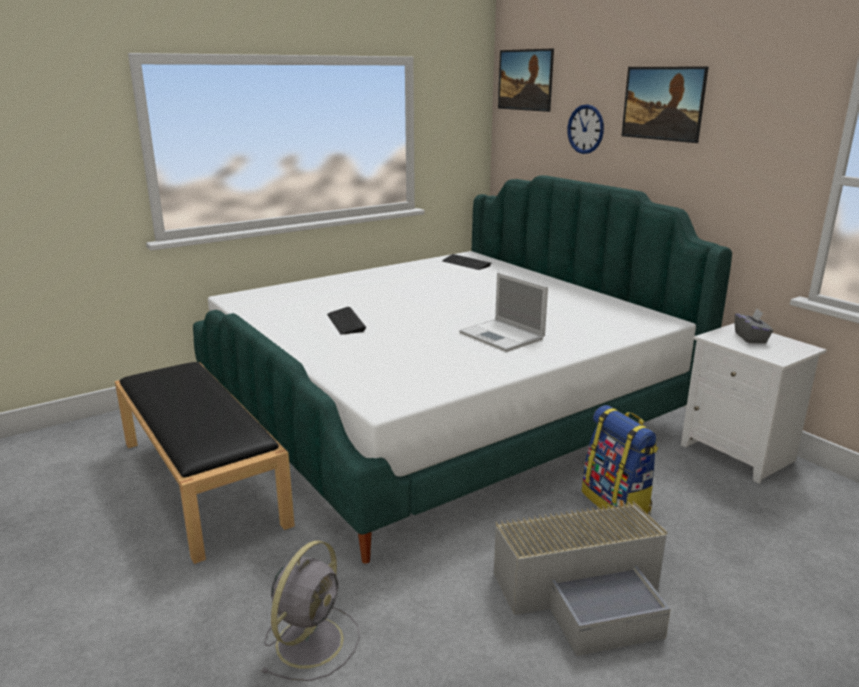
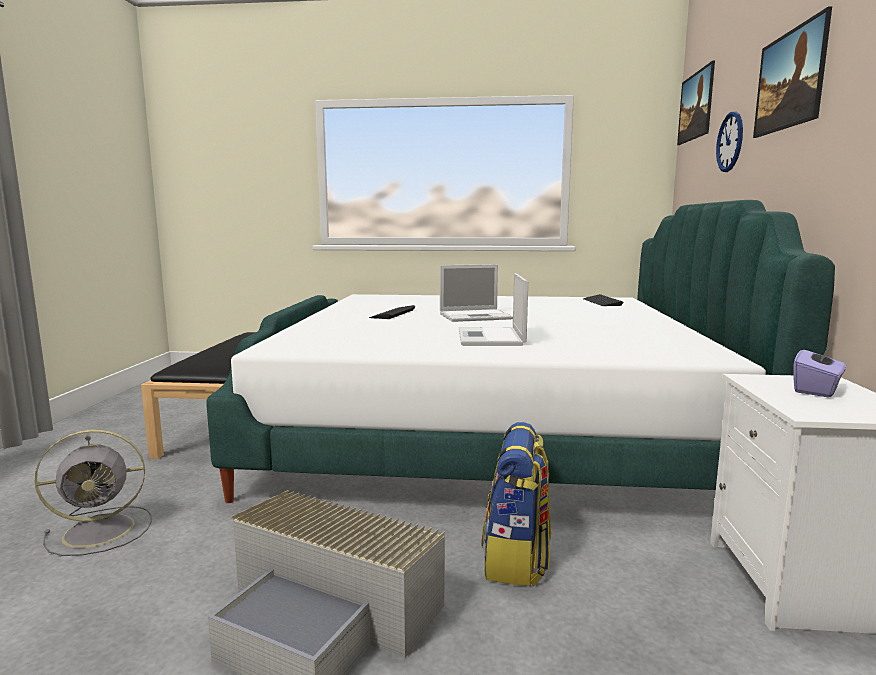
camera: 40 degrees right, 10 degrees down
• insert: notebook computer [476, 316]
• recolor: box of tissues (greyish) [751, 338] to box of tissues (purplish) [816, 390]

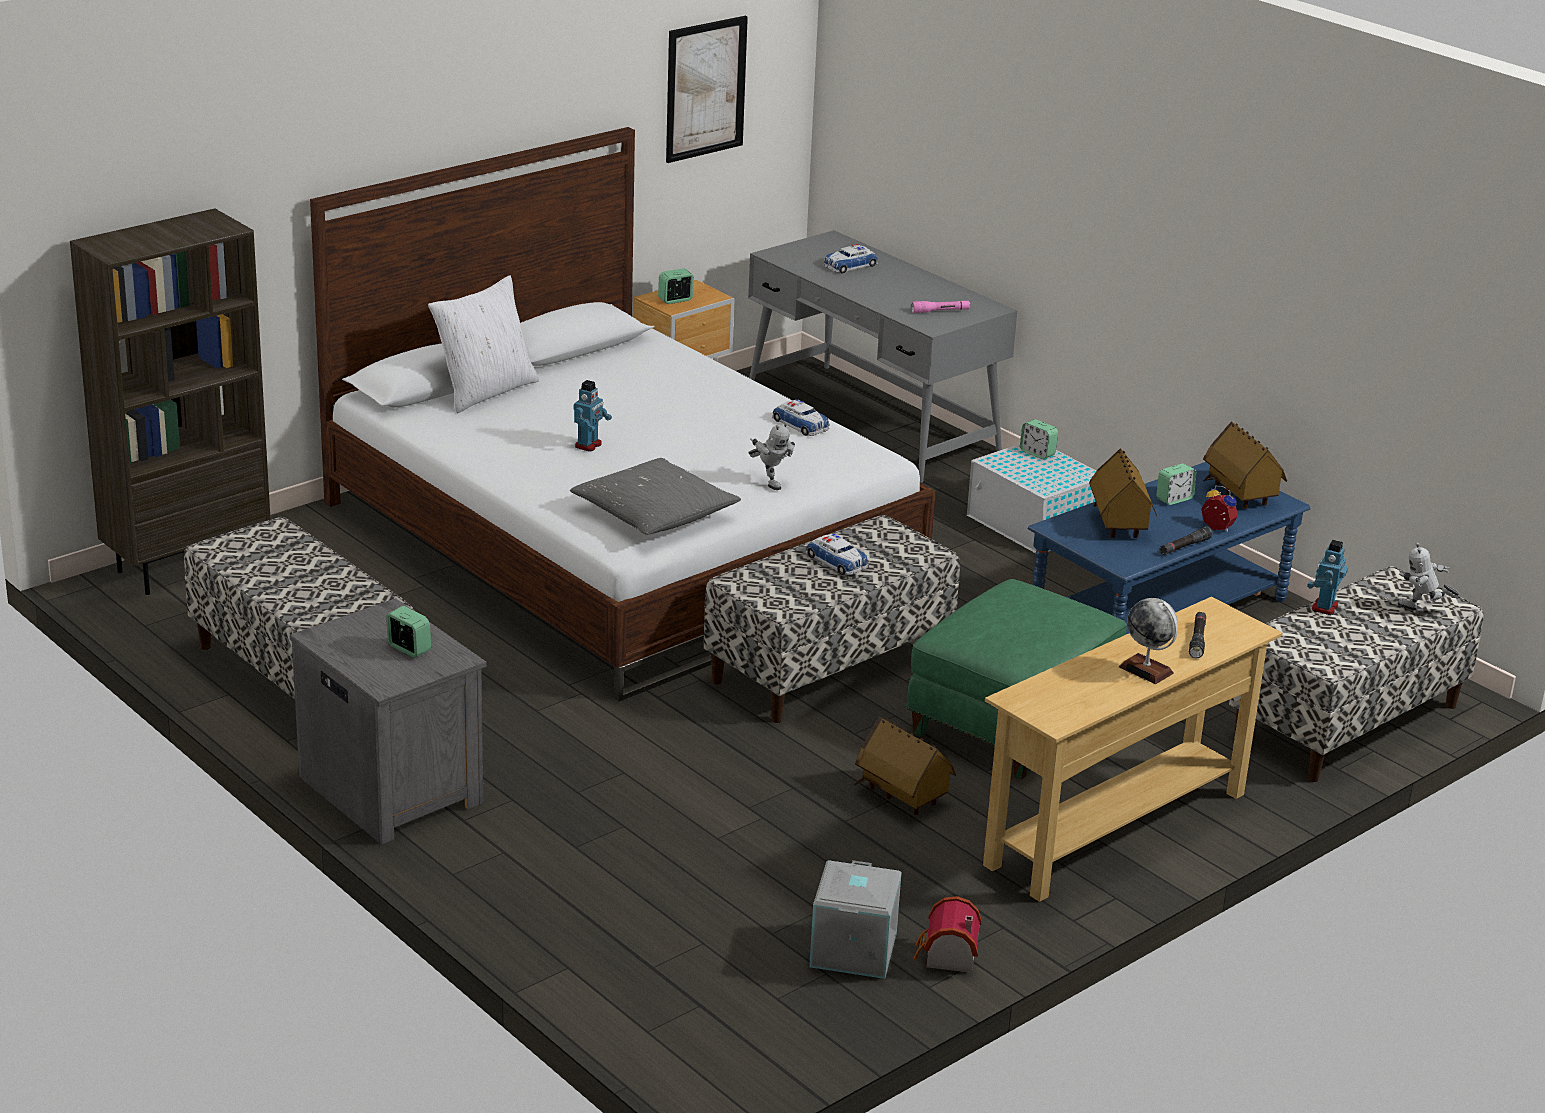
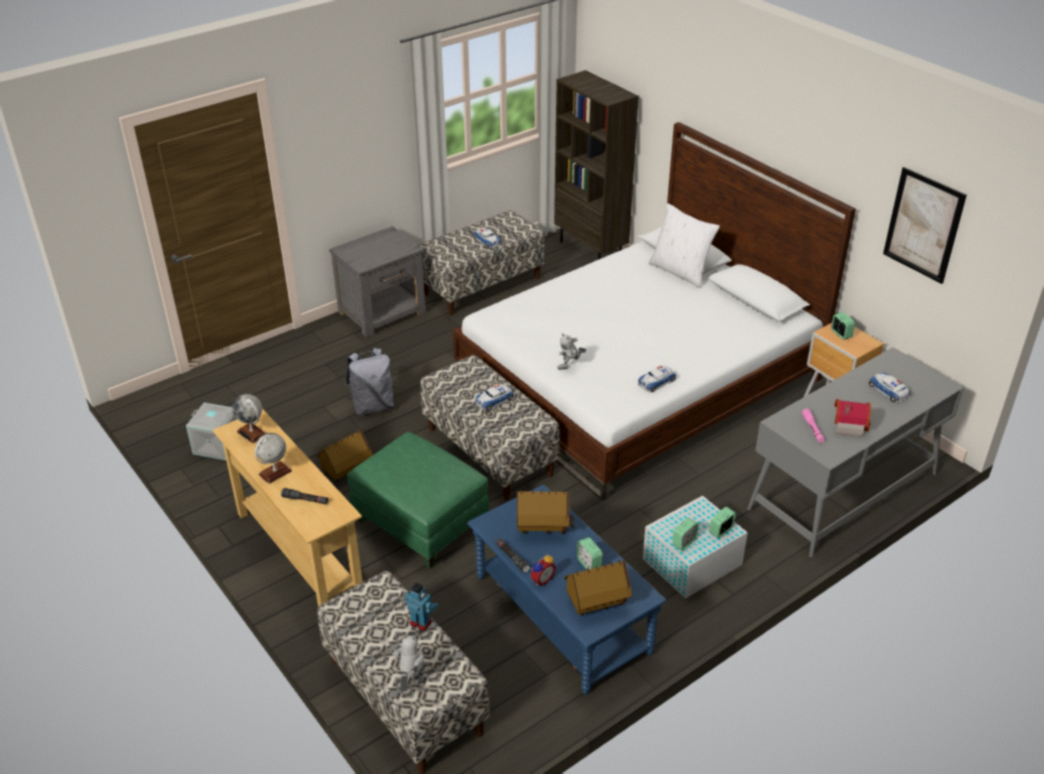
camera: 95 degrees right, 10 degrees up
• insert: desk globe [252, 433]
• insert: rucksack (greyish) [372, 406]
• insert: miniature car [487, 241]
• move: alarm clock [409, 649] to [684, 542]
• move: miniature house [946, 956] to [847, 425]
• delete: cushion (greyish) [654, 514]
• delete: toy robot [589, 445]

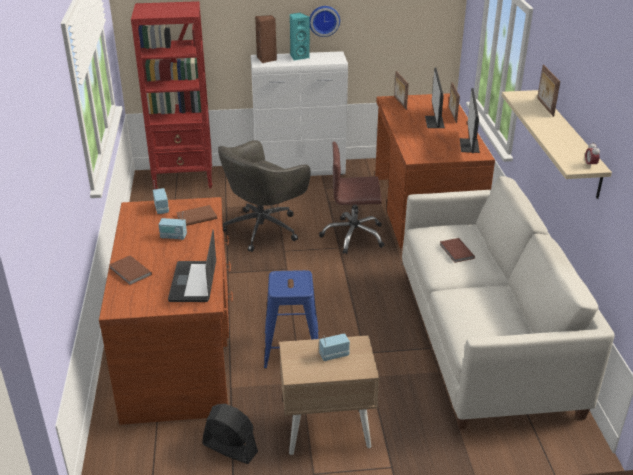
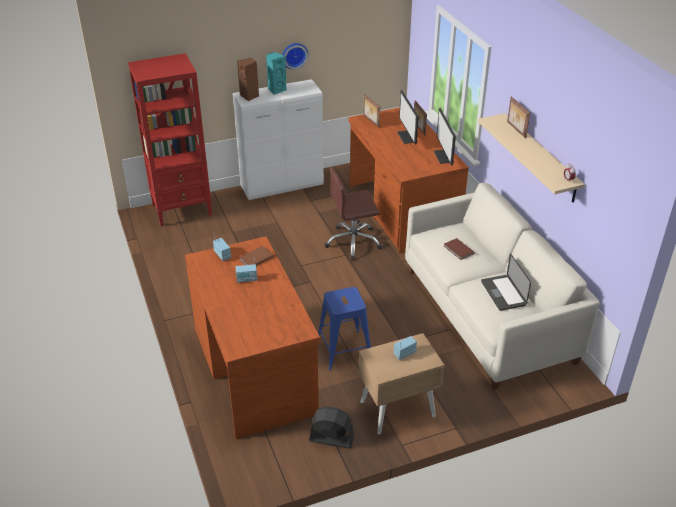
camera: 15 degrees left, 5 degrees up
• move: notebook computer [193, 282] to [503, 293]
• delete: bound book (brown) [130, 272]
• delete: desk chair (greyish) [263, 228]

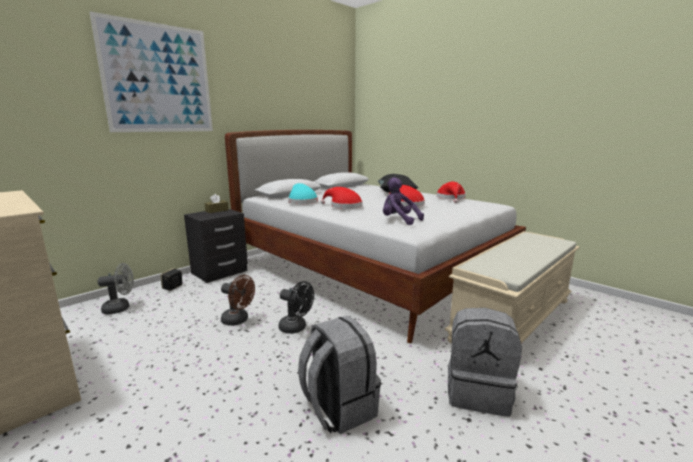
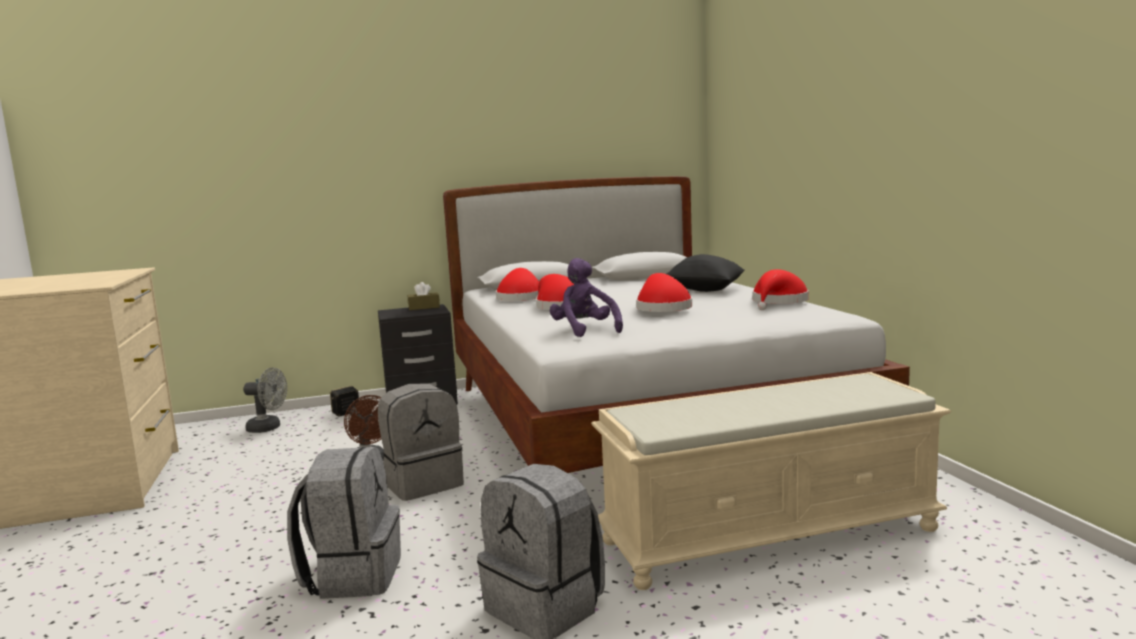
camera: 30 degrees right, 5 degrees down
• replace: cooling fan (black) [296, 328] to rucksack (greyish) [423, 483]
• recolor: wearable hat (turquoise) [301, 202] to wearable hat (red) [520, 298]
• delete: wall art [158, 79]

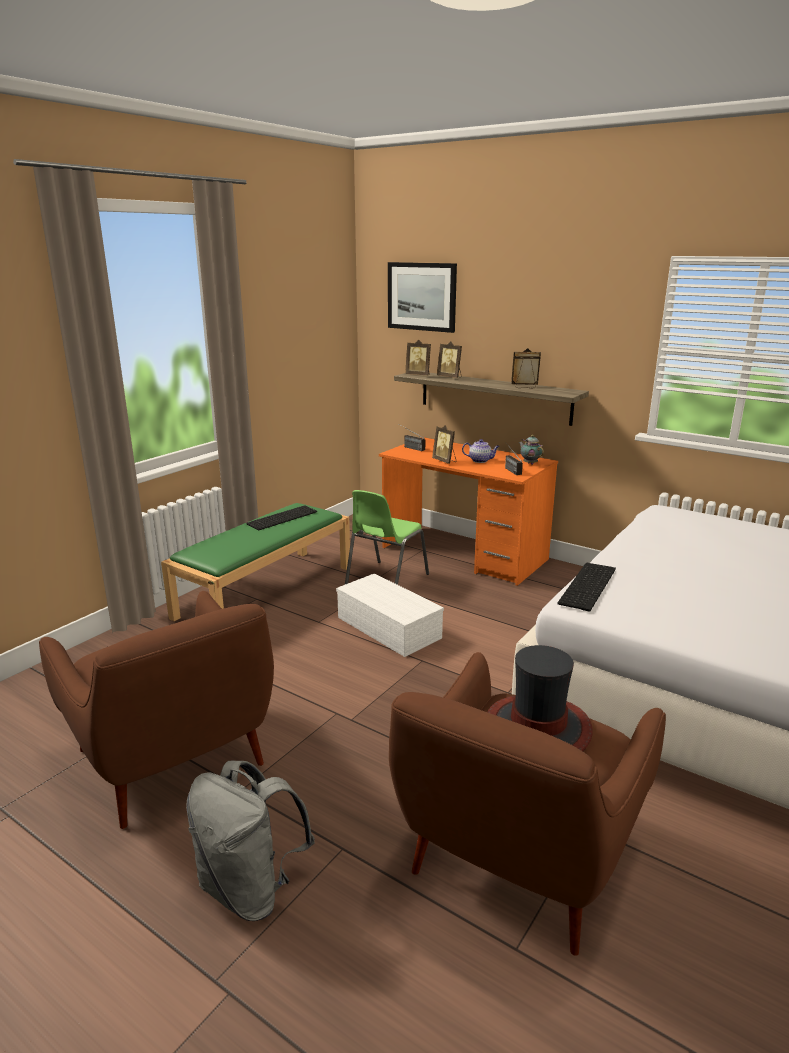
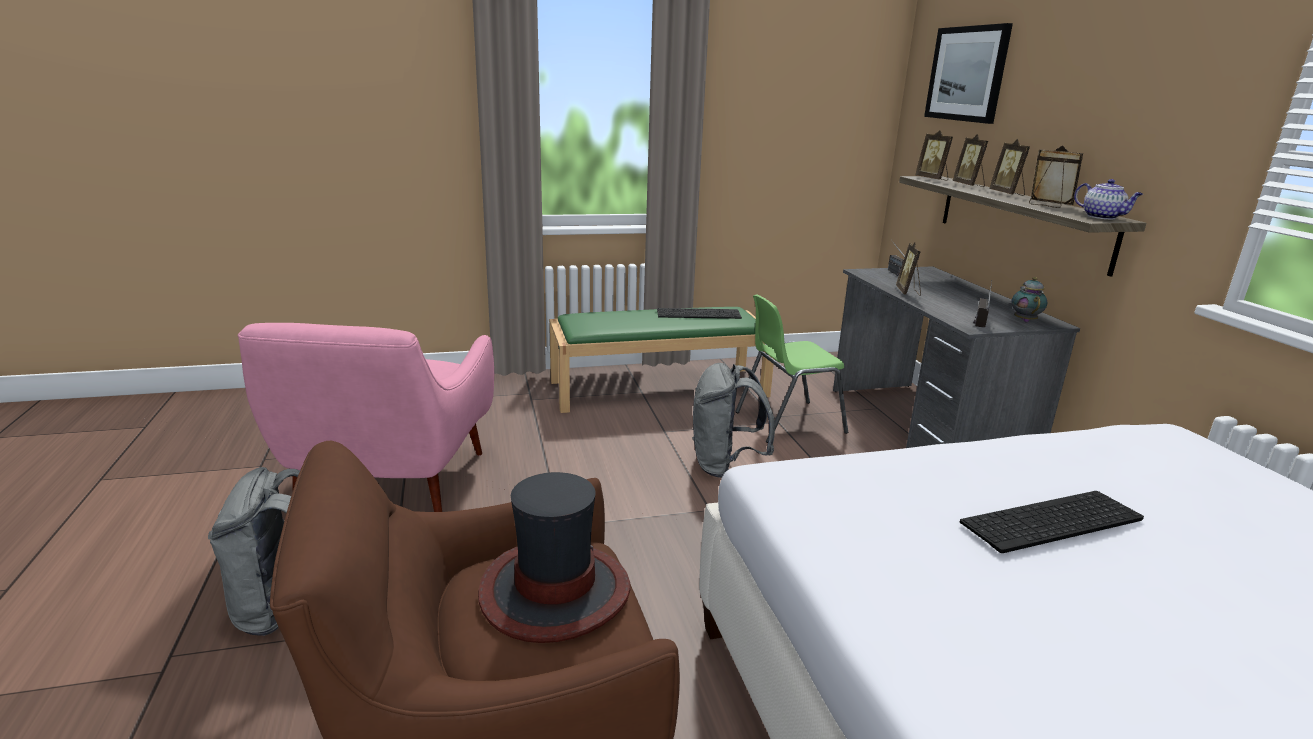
camera: 40 degrees right, 0 degrees up
• recolor: easy chair (brown) [174, 763] to easy chair (pink-coloured) [390, 486]
• replace: storage box (white-coloured) [390, 627] to rucksack (greyish) [725, 465]
• recolor: desk (orange) [464, 554] to desk (greyish) [924, 429]
• move: PC keyboard [589, 587] to [1053, 523]
• insert: picture frame [1007, 194]
• move: teapot [480, 460] to [1103, 217]

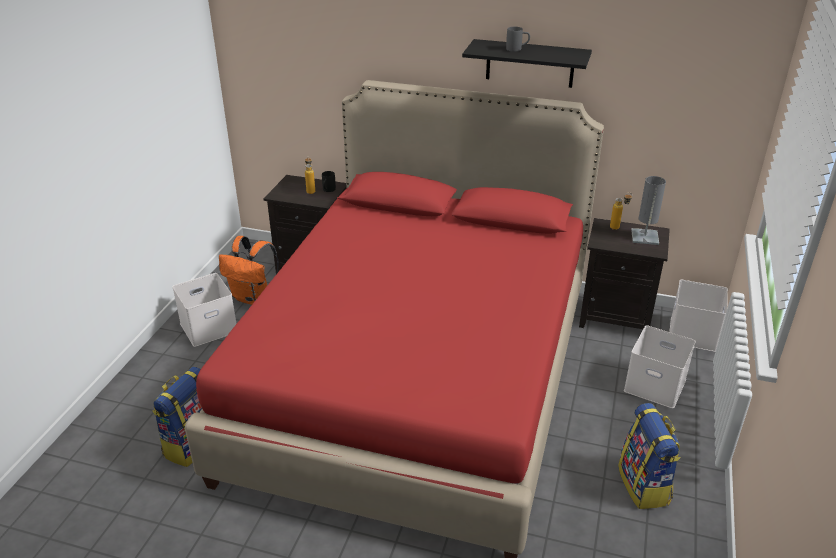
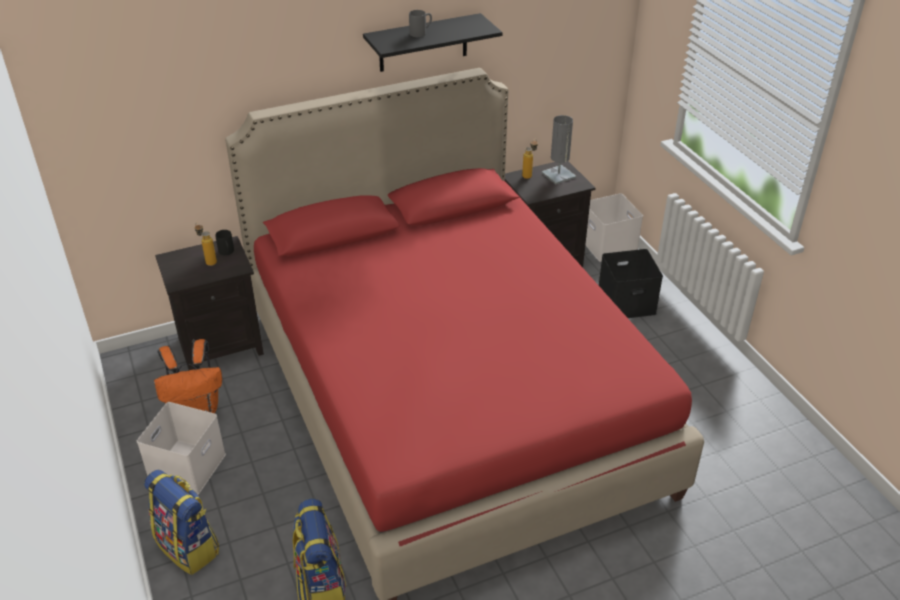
camera: 40 degrees left, 5 degrees up
• move: rucksack [644, 485] to [189, 547]
• recolor: storage box (white-coloured) [653, 385] to storage box (black) [625, 303]

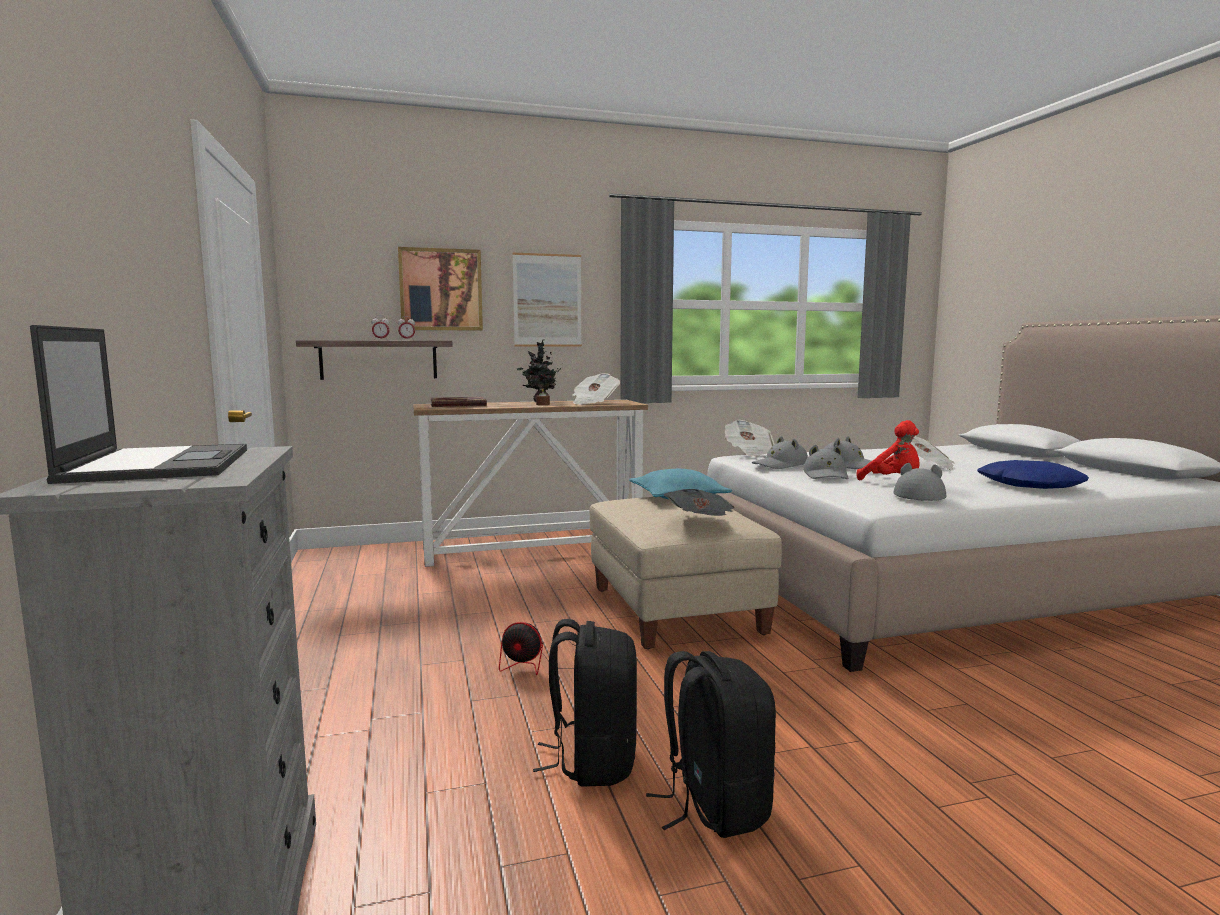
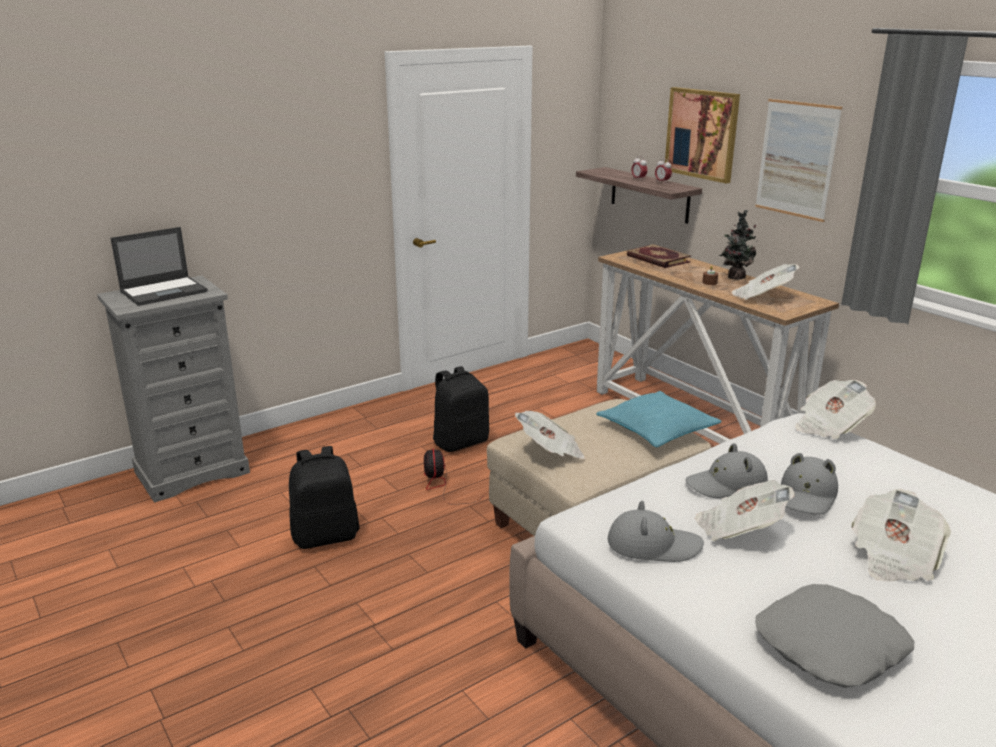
camera: 70 degrees right, 15 degrees up
• move: rucksack (black) [713, 805] to [460, 442]
• replace: soft toy (red) [893, 481] to printed paper [739, 529]
• recolor: cushion (bluish) [1029, 485] to cushion (greyish) [829, 645]
• delete: wearable hat (greyish) [780, 465]

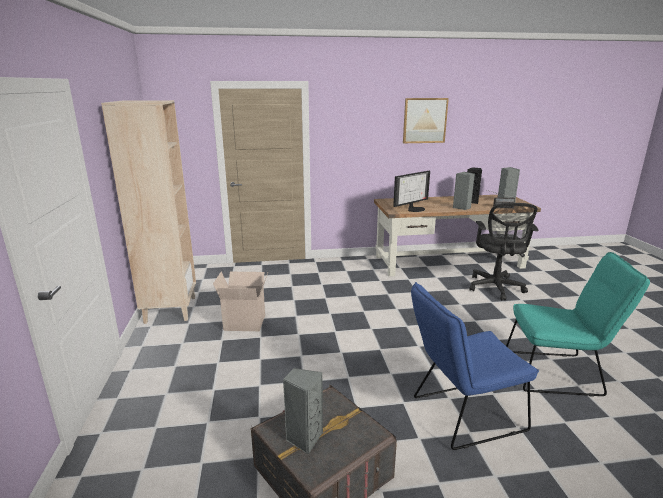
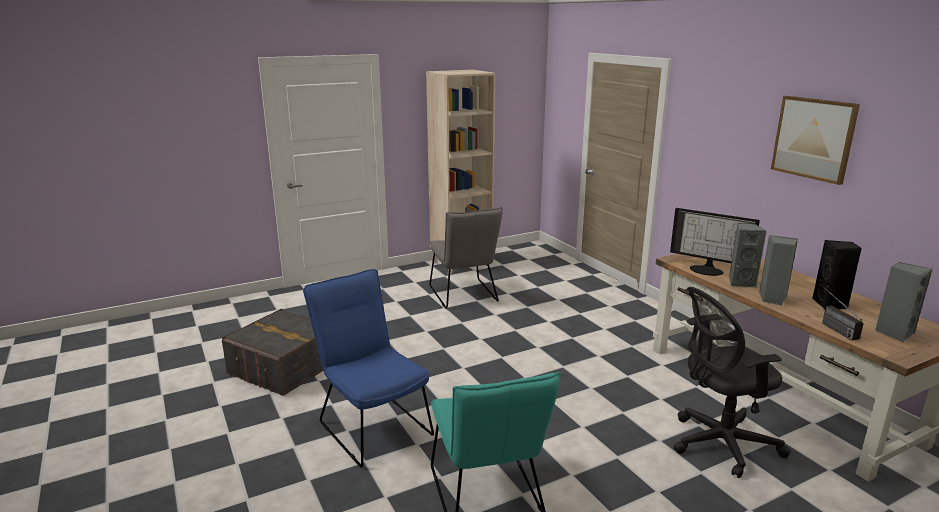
camera: 70 degrees right, 0 degrees up
• replace: cardboard box [245, 322] to plain chair (greyish) [464, 296]
• move: loudspeaker (greyish) [303, 438] to [740, 282]

